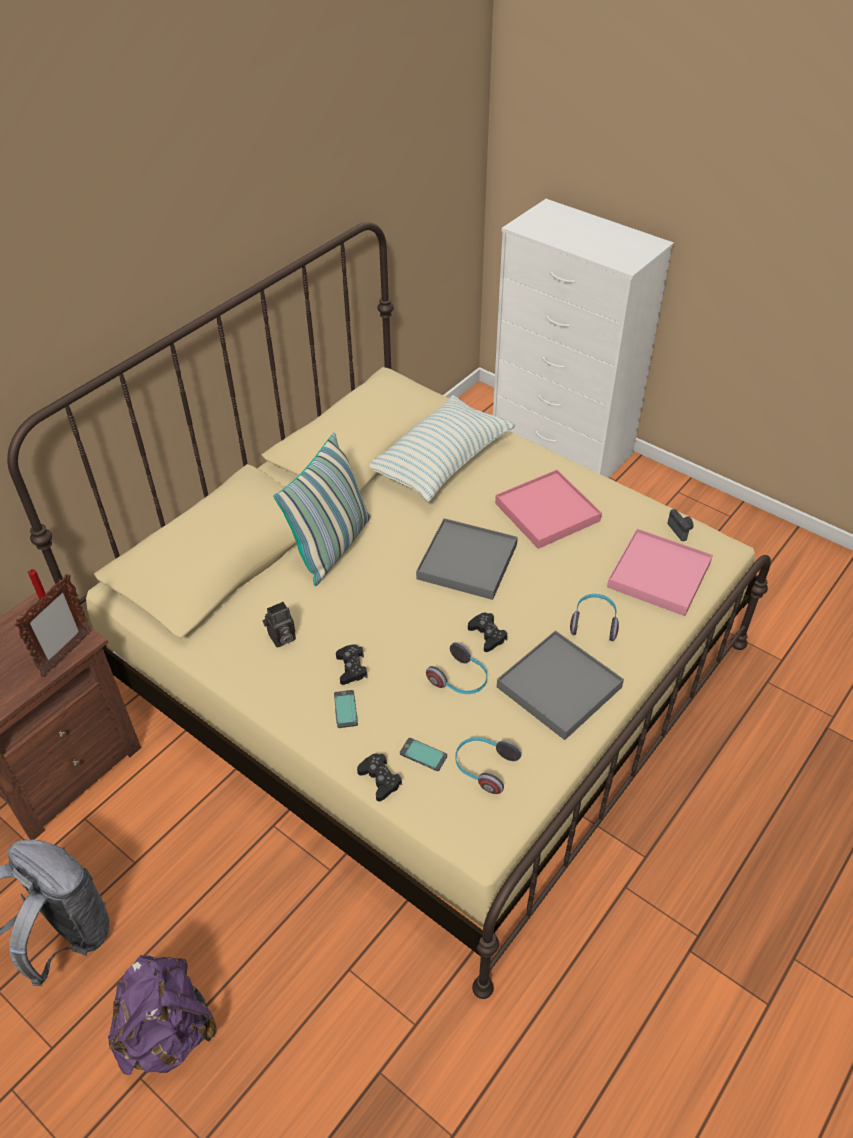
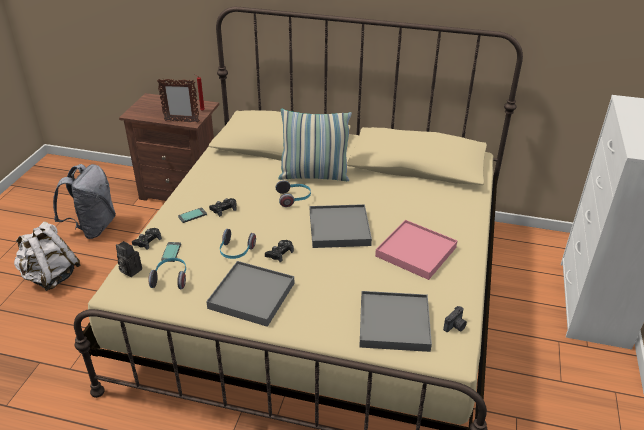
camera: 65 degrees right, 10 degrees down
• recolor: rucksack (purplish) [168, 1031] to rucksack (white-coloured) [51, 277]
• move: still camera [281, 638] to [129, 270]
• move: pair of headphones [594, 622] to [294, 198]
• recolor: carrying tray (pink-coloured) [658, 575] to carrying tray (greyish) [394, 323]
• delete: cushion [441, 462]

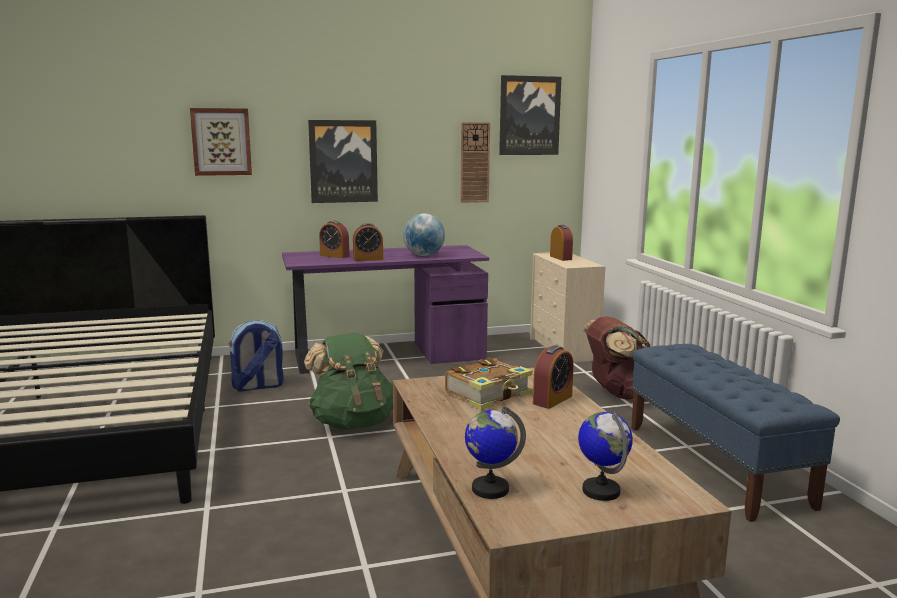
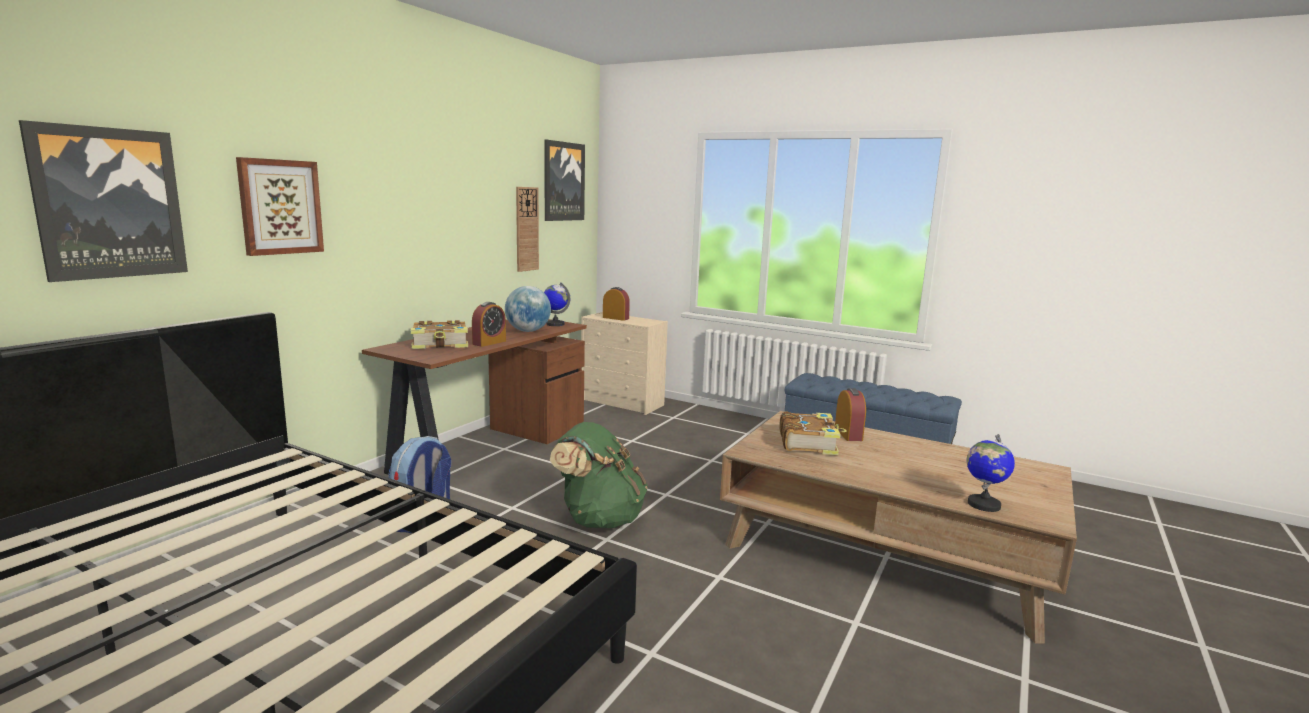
camera: 45 degrees left, 0 degrees up
• move: wall art [343, 161] to [109, 203]
• recolor: desk (purplish) [385, 355] to desk (brown) [488, 448]
• replace: alarm clock [334, 256] to bound book [441, 344]
• move: desk globe [601, 491] to [555, 324]
• delete: rucksack (brown) [620, 394]

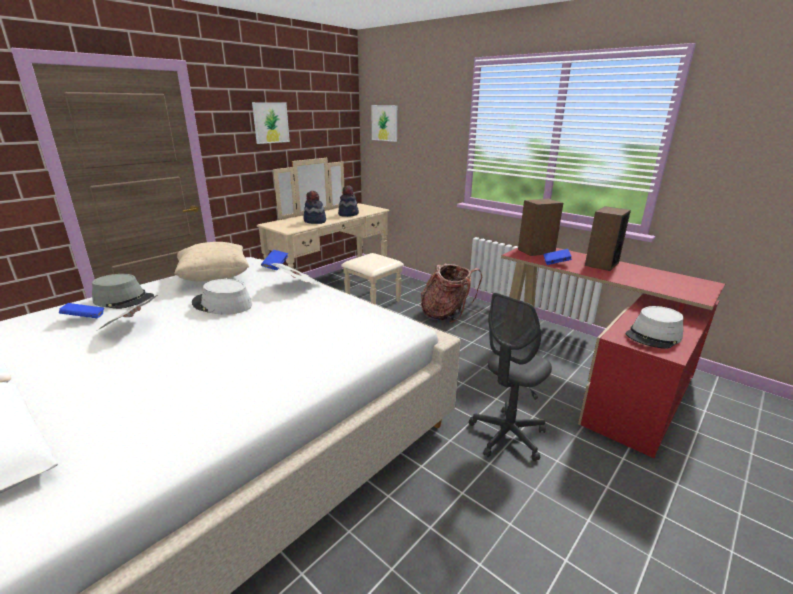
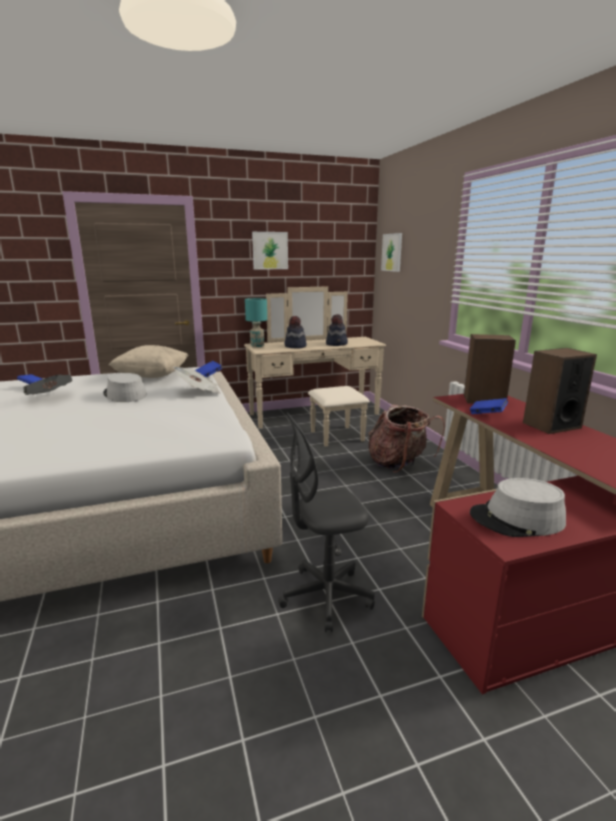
camera: 30 degrees right, 5 degrees down
• insert: lamp for a table (turquoise) [257, 345]
• delete: wearable hat (greyish) [124, 299]

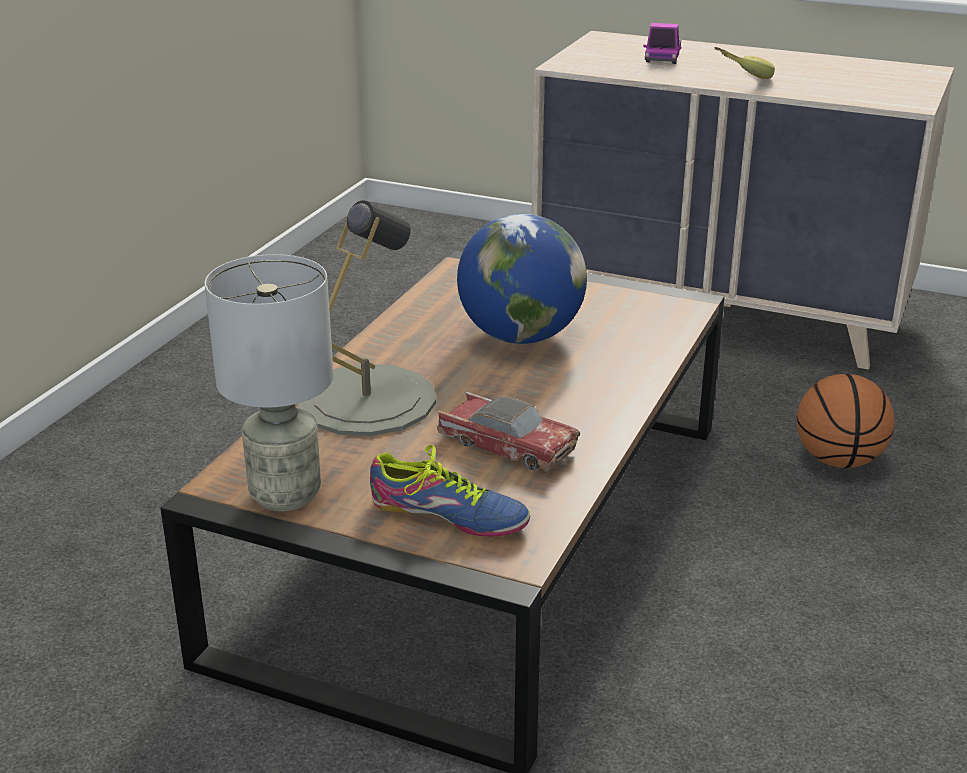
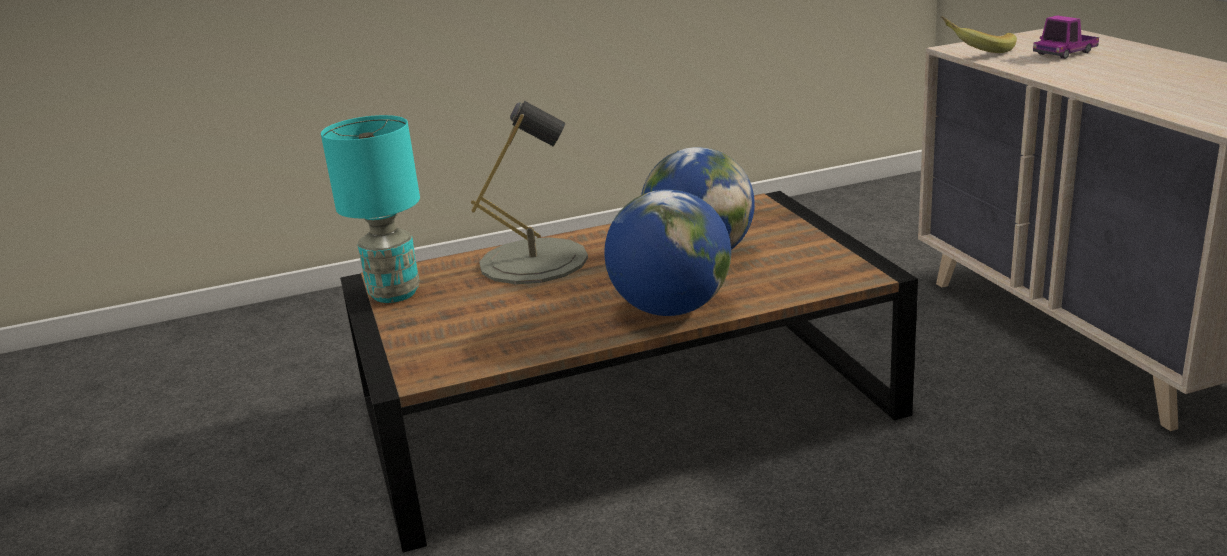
camera: 50 degrees right, 5 degrees down
• recolor: lamp for a table (greyish) [284, 495] to lamp for a table (turquoise) [394, 293]
• insert: desk globe [671, 309]
• move: banana fruit [738, 79] to [977, 51]
• delete: shoe [448, 514]
• delete: miniature car [507, 445]
• delete: basketball ball [839, 461]

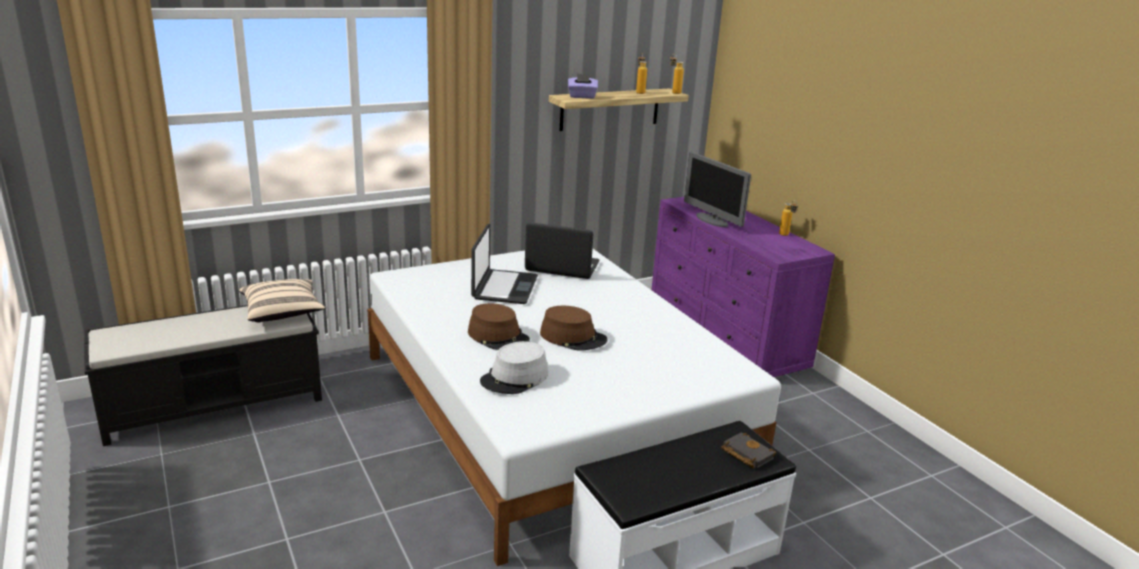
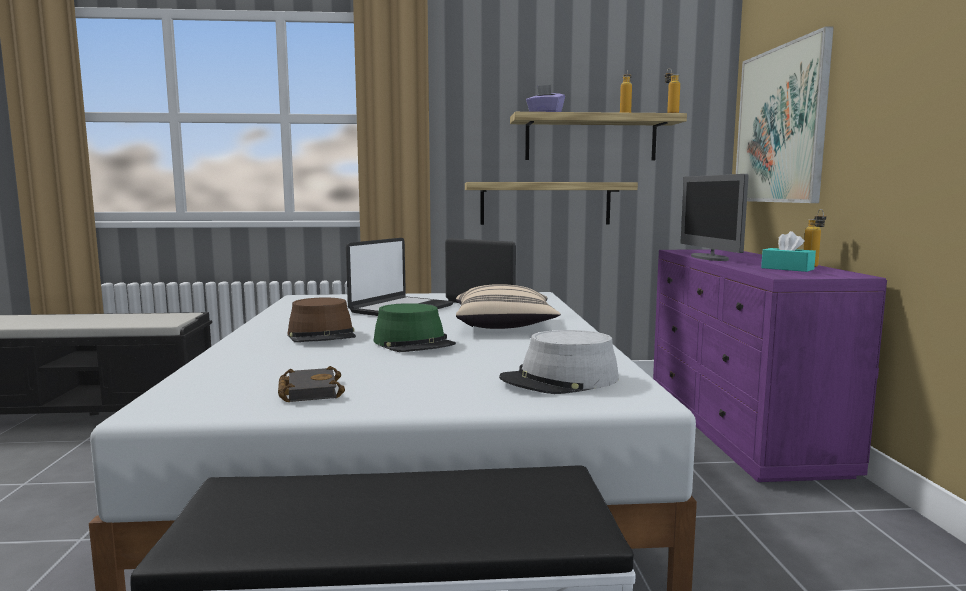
camera: 25 degrees right, 15 degrees down
• move: bound book (black) [745, 454] to [308, 391]
• recolor: wearable hat (brown) [573, 337] to wearable hat (green) [414, 343]
• move: cushion (sand-coloured) [282, 312] to [504, 326]
• insert: wall shelf [545, 203]
• move: wearable hat (greyish) [515, 378] to [560, 380]
• insert: wall art [780, 125]
• insert: box of tissues (turquoise) [787, 269]

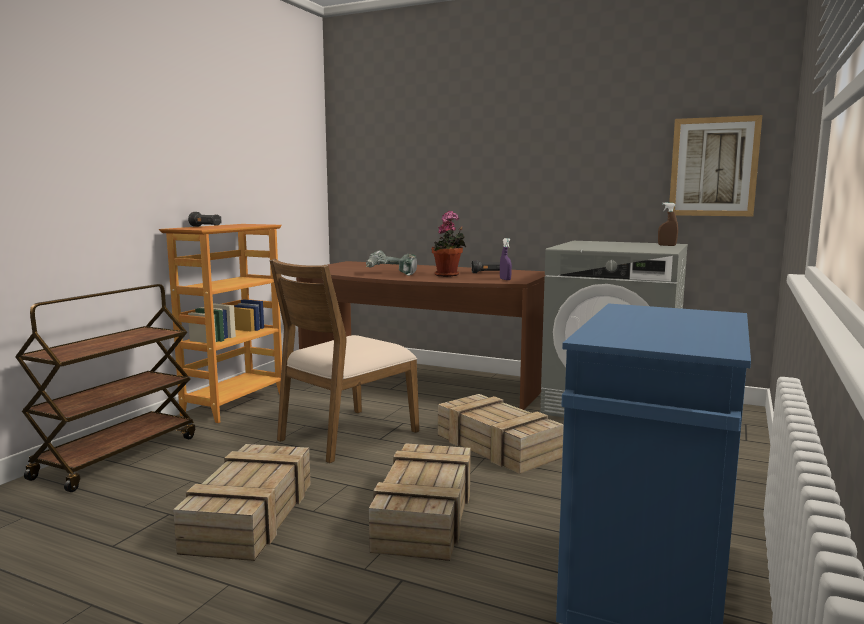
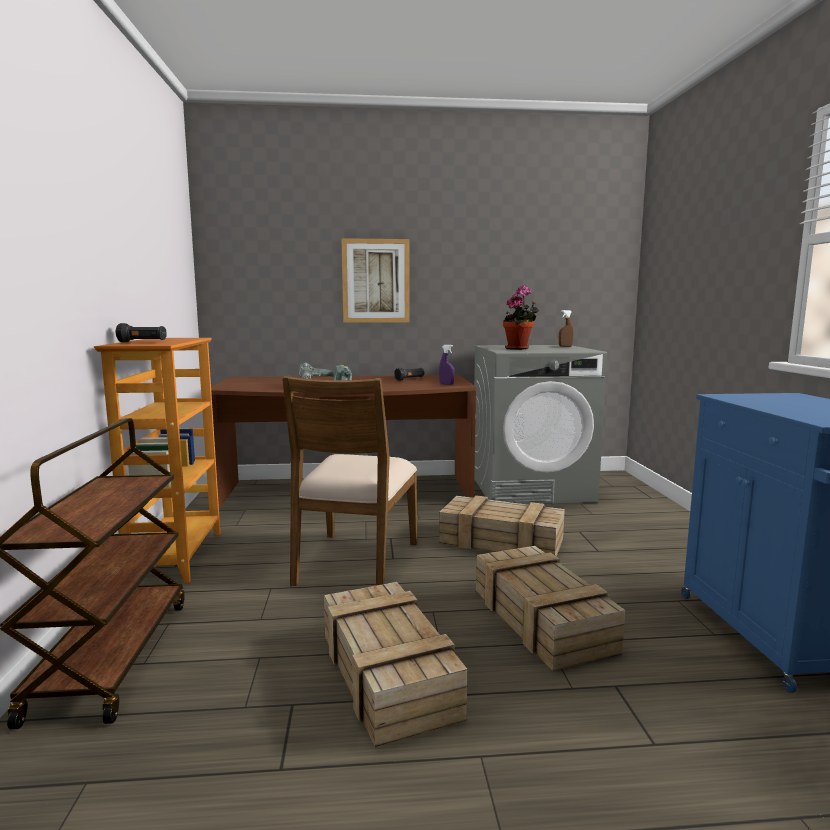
camera: 30 degrees left, 0 degrees up
• move: wall art [713, 167] to [376, 281]
• move: potted plant [448, 275] to [519, 349]

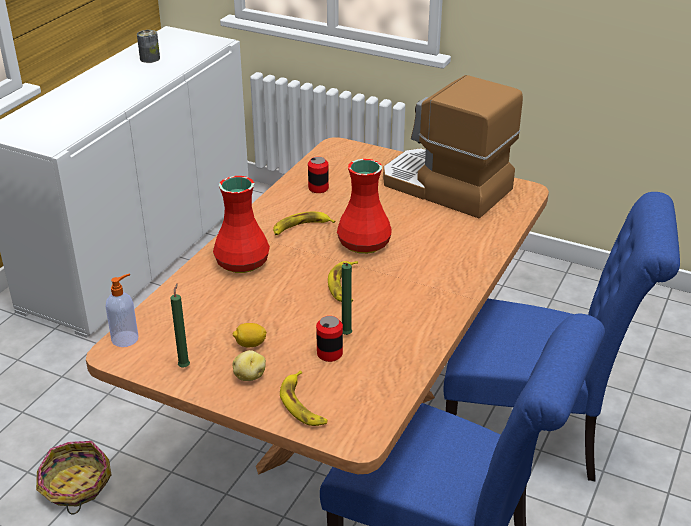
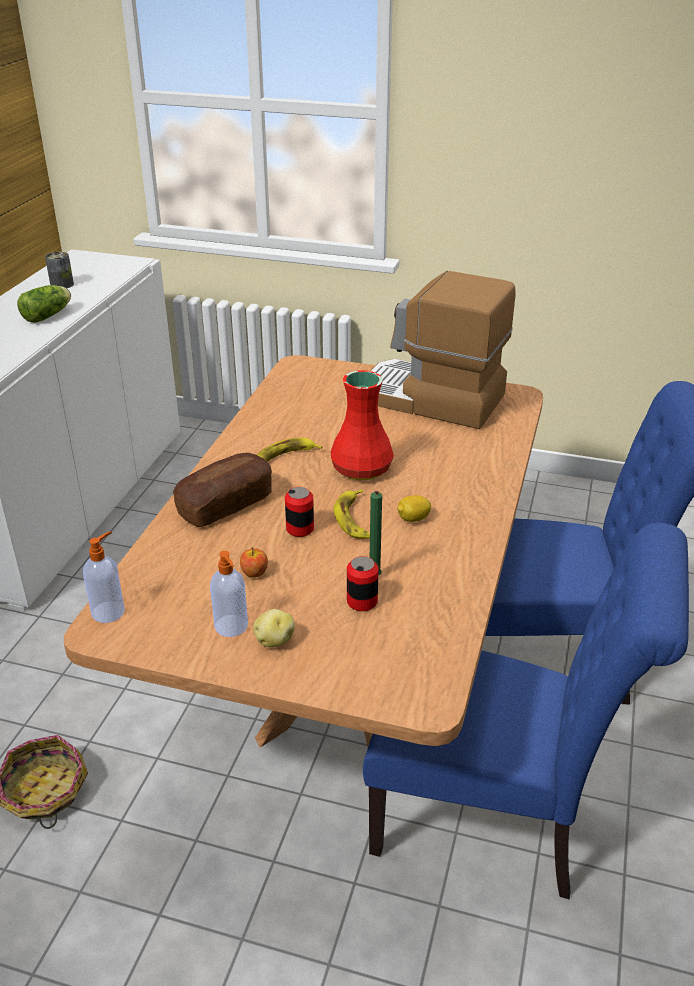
camera: 10 degrees left, 0 degrees up
• insert: head of lettuce [49, 315]
• replace: vase (red) [240, 262] to baked bread [225, 505]
• insert: soap dispenser [231, 627]
• insert: apple [254, 573]
• move: can [318, 188] to [300, 529]
• move: lemon [250, 344] to [413, 519]
• delete: candle (green) [185, 366]
• delete: banana fruit [303, 404]

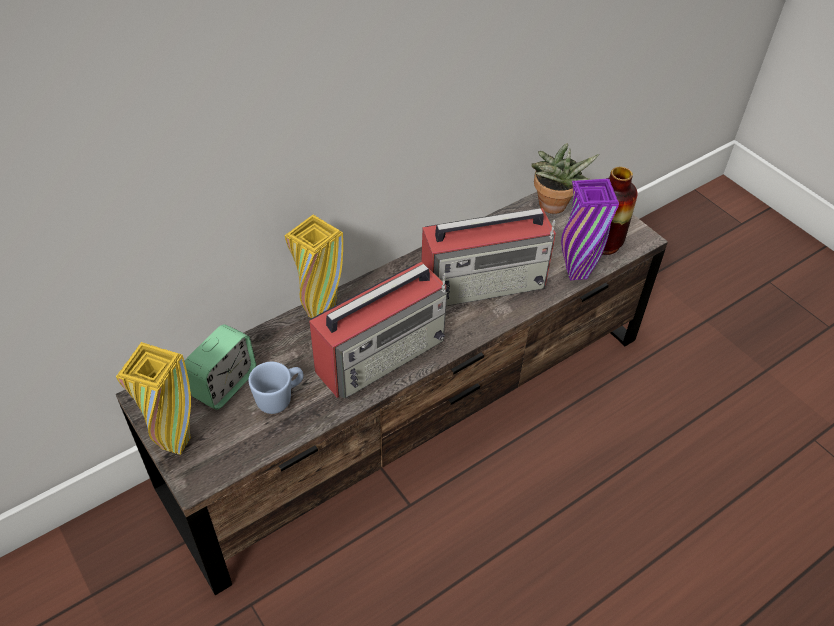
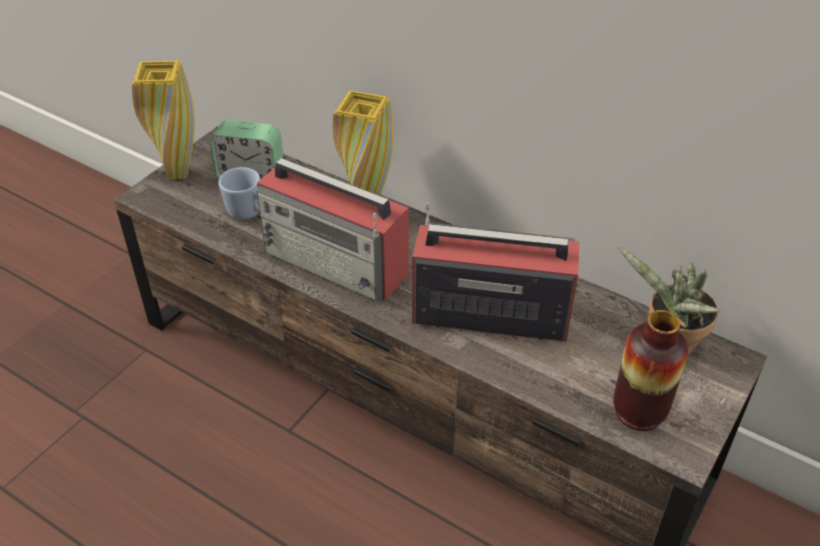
camera: 70 degrees right, 5 degrees down
• rotate: radio receiver [485, 283] = [488, 314] 135 degrees clockwise
• delete: vase (purplish) [576, 273]

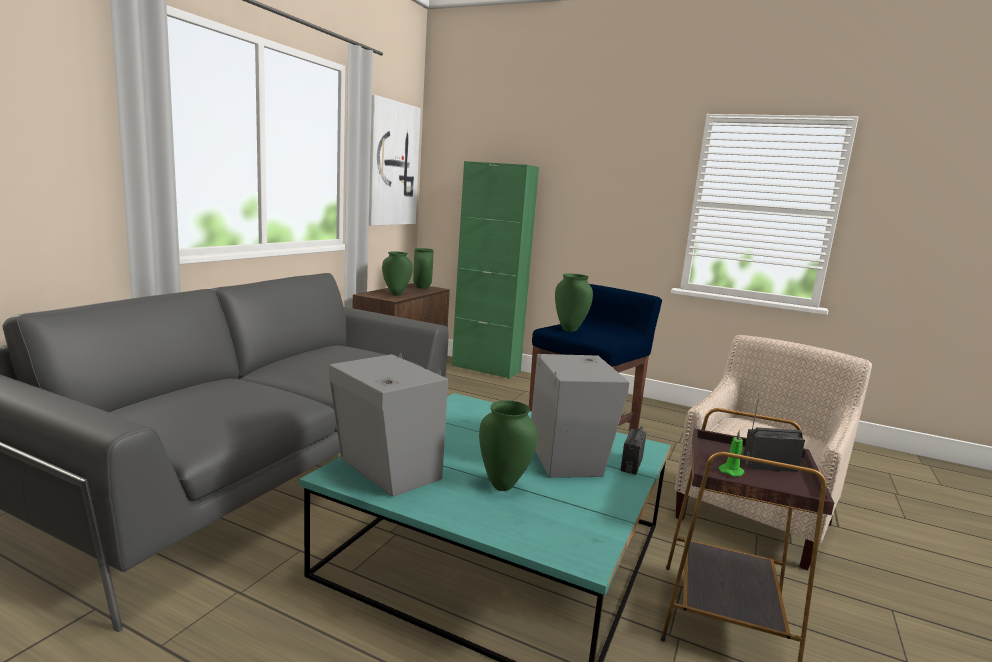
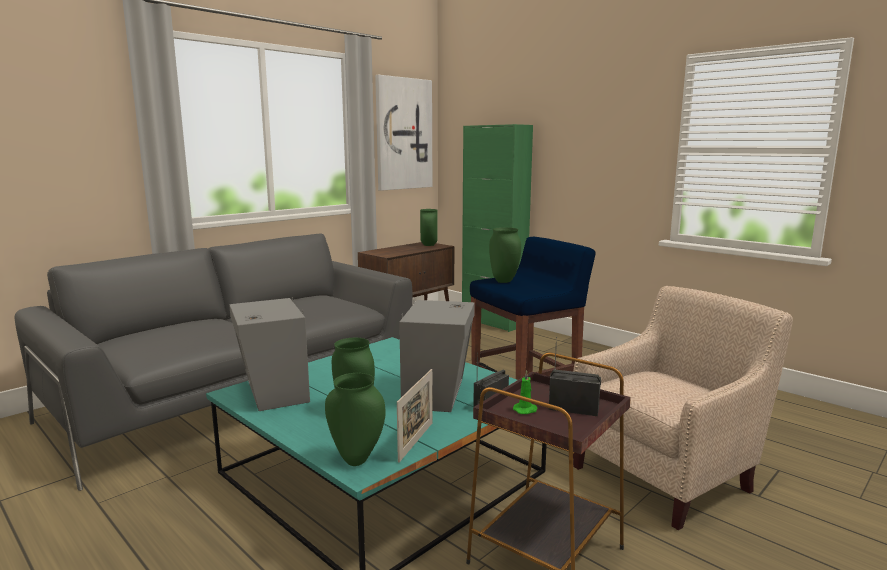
camera: 20 degrees right, 0 degrees up
• move: vase (green) [396, 294] to [357, 459]
• insert: picture frame [416, 441]

